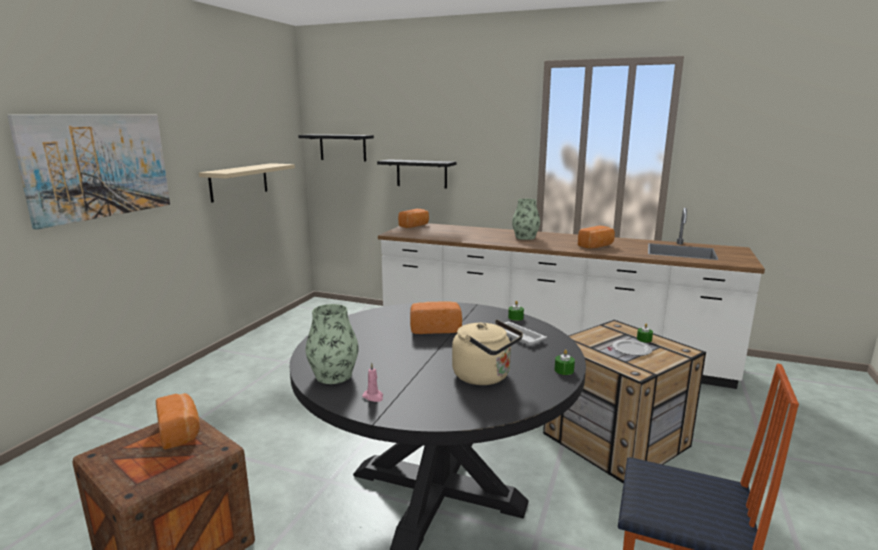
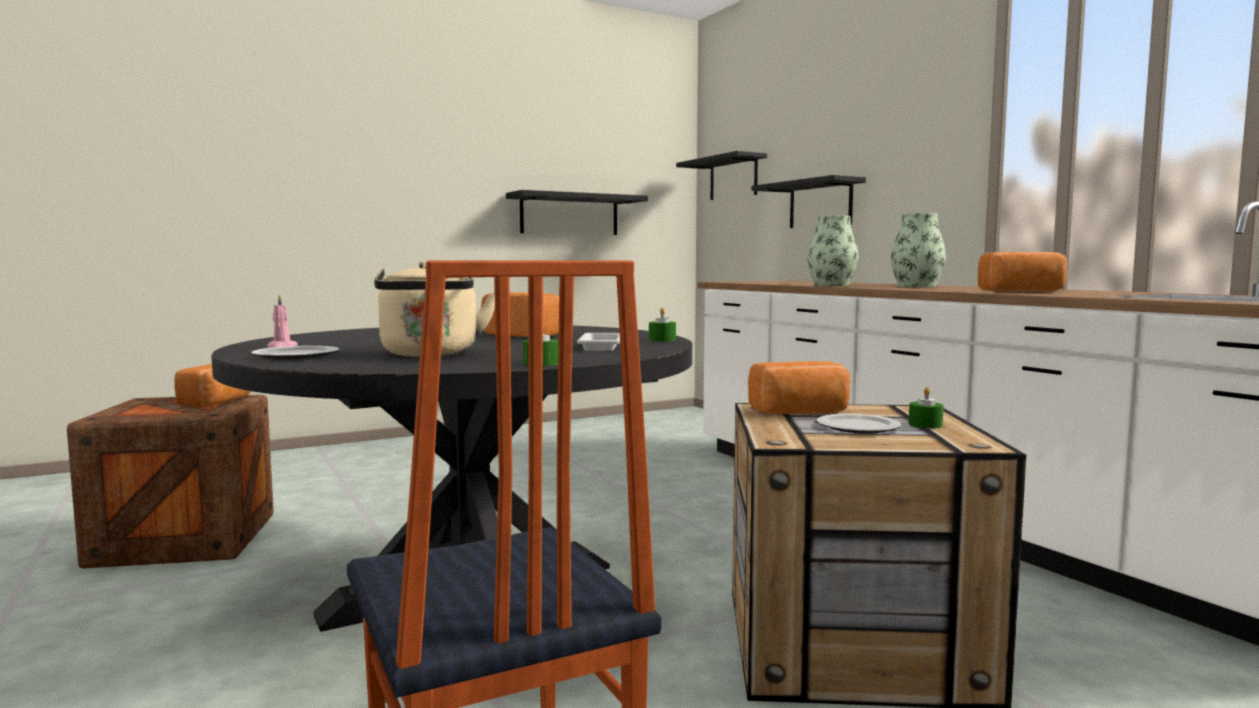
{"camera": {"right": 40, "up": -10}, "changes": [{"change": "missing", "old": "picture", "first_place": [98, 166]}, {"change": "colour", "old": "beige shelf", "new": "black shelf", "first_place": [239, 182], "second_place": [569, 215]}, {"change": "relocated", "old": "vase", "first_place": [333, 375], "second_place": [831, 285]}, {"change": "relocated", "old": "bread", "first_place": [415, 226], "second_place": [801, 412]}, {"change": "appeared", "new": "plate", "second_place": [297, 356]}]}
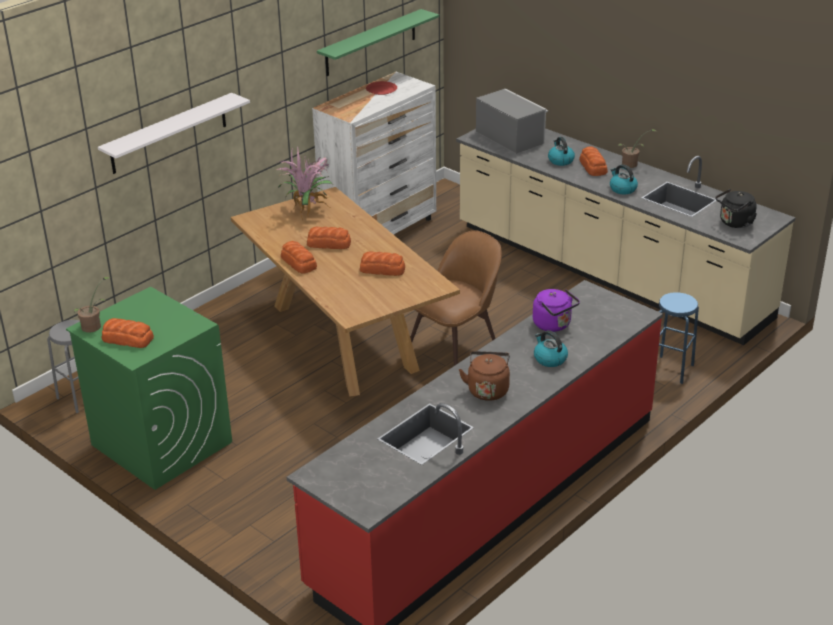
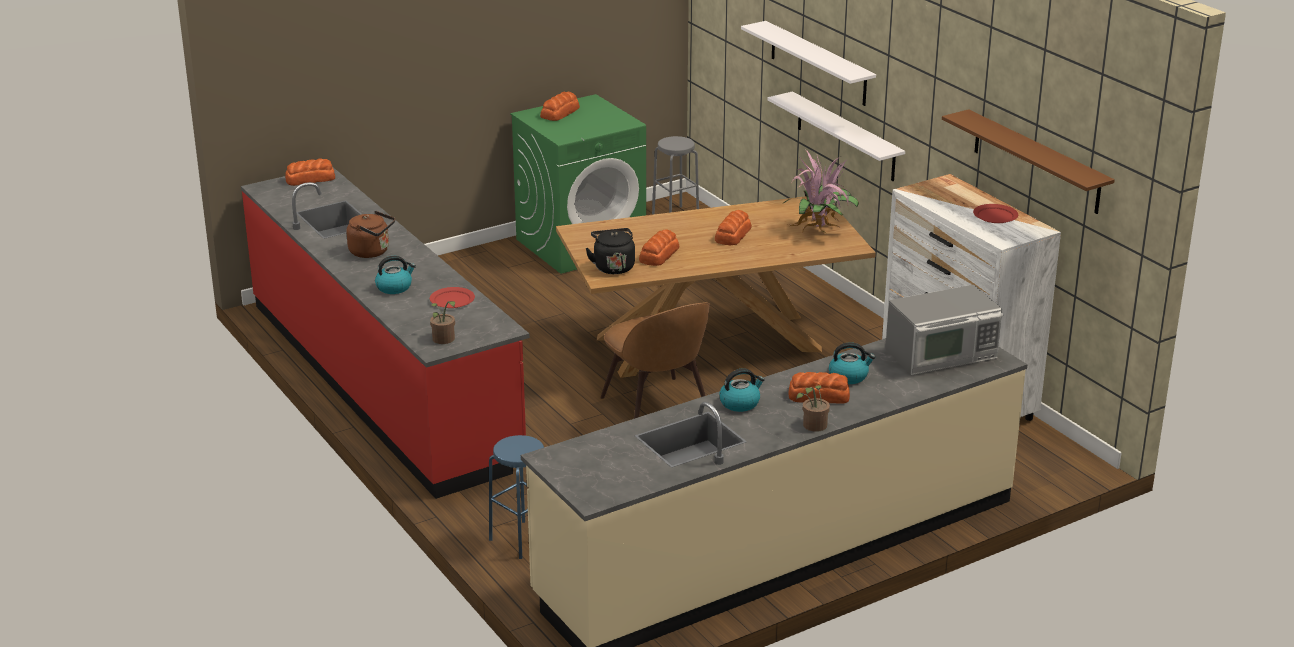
{"camera": {"right": 105, "up": -5}, "changes": [{"change": "relocated", "old": "potted plant", "first_place": [94, 326], "second_place": [444, 340]}, {"change": "relocated", "old": "bread", "first_place": [298, 263], "second_place": [310, 179]}, {"change": "colour", "old": "green shelf", "new": "brown shelf", "first_place": [371, 43], "second_place": [1036, 162]}, {"change": "exchanged", "old": "purple kettle", "new": "red plate", "first_place": [554, 325], "second_place": [452, 300]}, {"change": "relocated", "old": "black kettle", "first_place": [735, 223], "second_place": [613, 267]}, {"change": "appeared", "new": "white shelf", "second_place": [845, 137]}]}
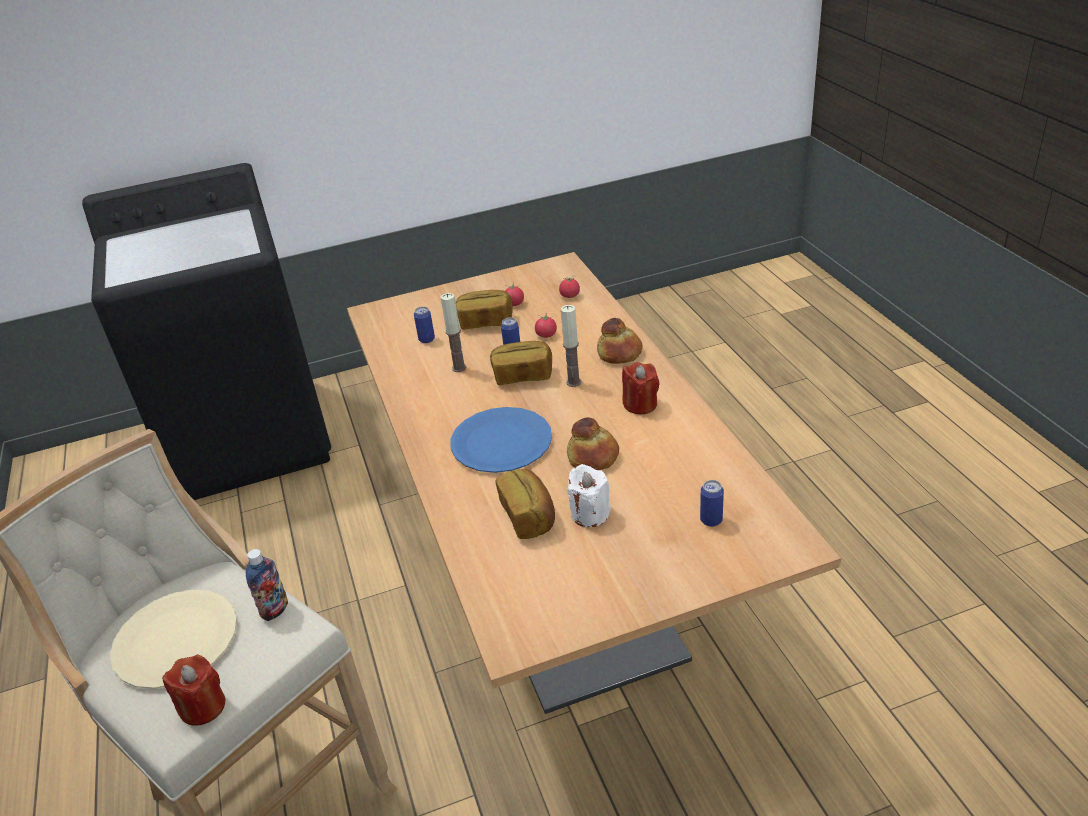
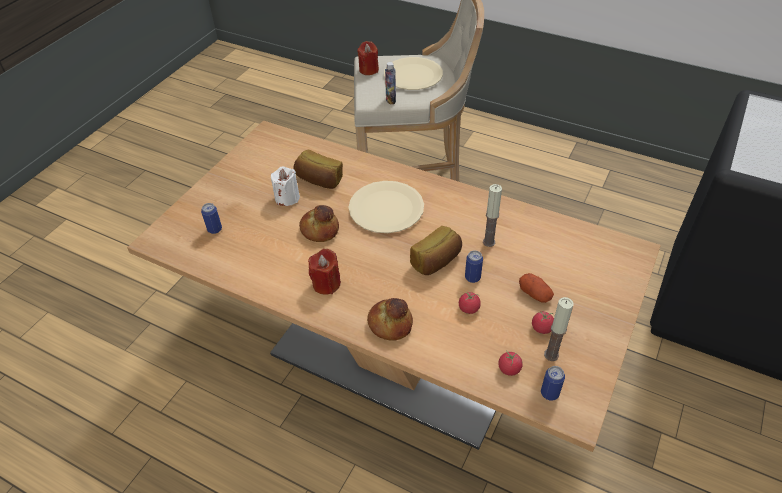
{"camera": {"right": 135, "up": 10}, "changes": [{"change": "relocated", "old": "can", "first_place": [426, 339], "second_place": [549, 393]}, {"change": "colour", "old": "blue plate", "new": "beige plate", "first_place": [501, 442], "second_place": [386, 209]}, {"change": "exchanged", "old": "bread", "new": "potato", "first_place": [485, 321], "second_place": [535, 294]}, {"change": "relocated", "old": "candle", "first_place": [573, 382], "second_place": [551, 355]}]}
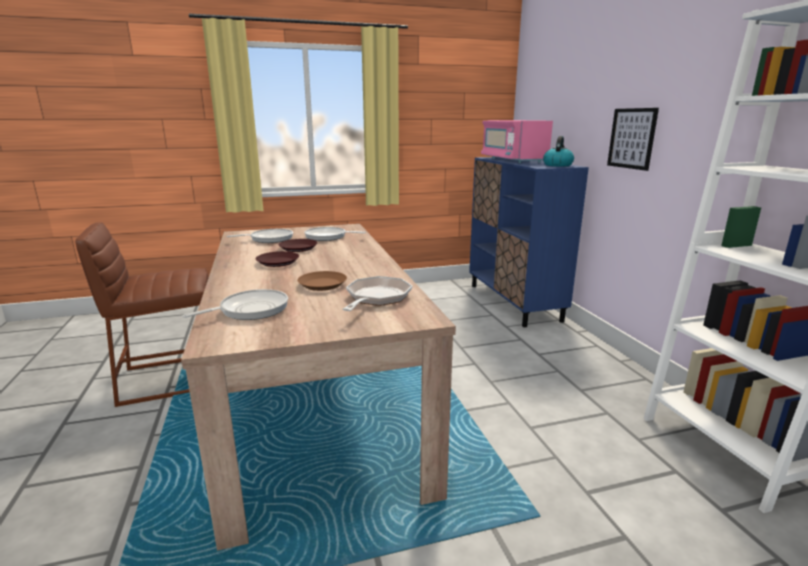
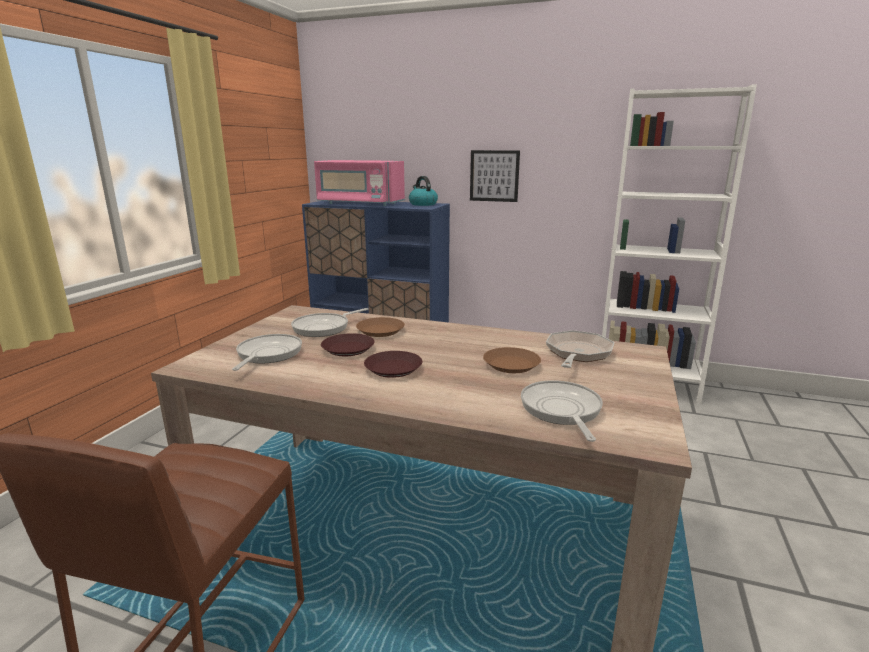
{"camera": {"right": -55, "up": 0}, "changes": [{"change": "spun", "old": "frying pan", "first_place": [376, 298], "second_place": [577, 354], "degrees": 60}, {"change": "appeared", "new": "brown plate", "second_place": [380, 331]}]}
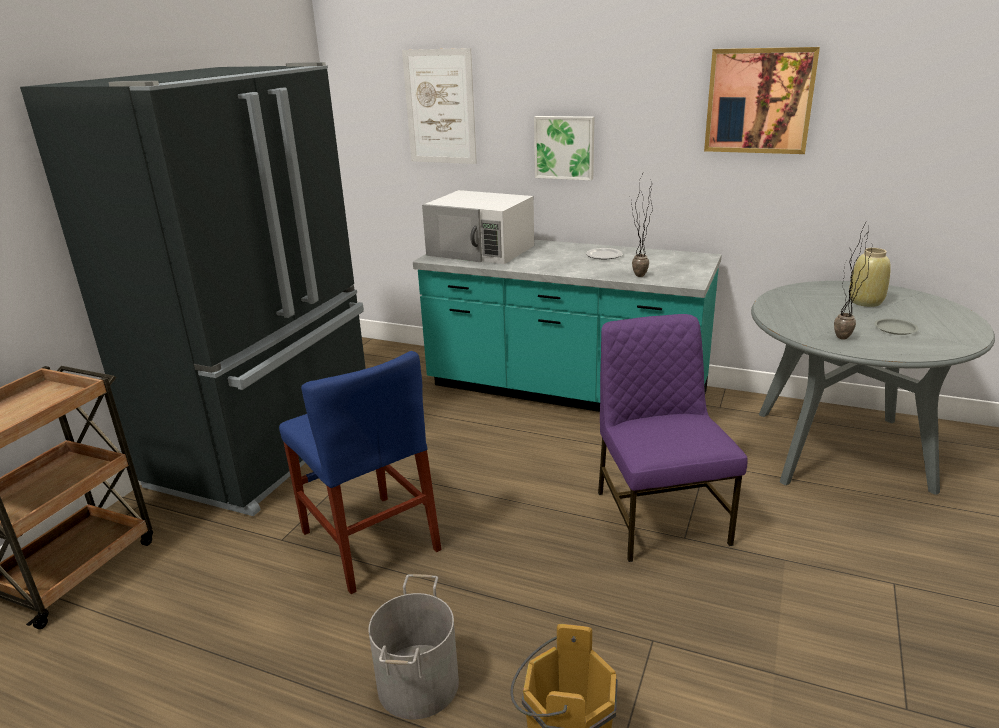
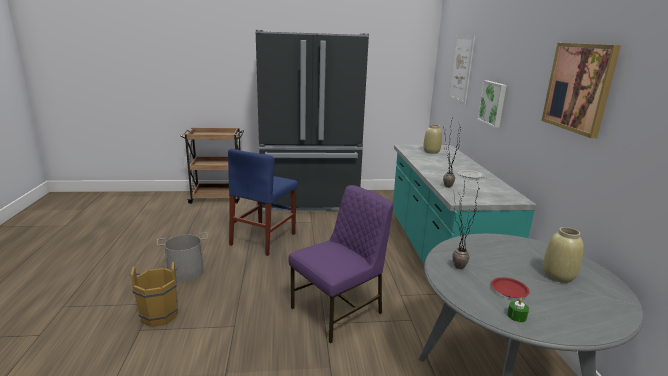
{"camera": {"right": 60, "up": -5}, "changes": [{"change": "exchanged", "old": "white microwave", "new": "beige vase", "first_place": [481, 250], "second_place": [431, 152]}, {"change": "colour", "old": "grey plate", "new": "red plate", "first_place": [895, 329], "second_place": [509, 290]}, {"change": "appeared", "new": "green candle", "second_place": [516, 316]}]}
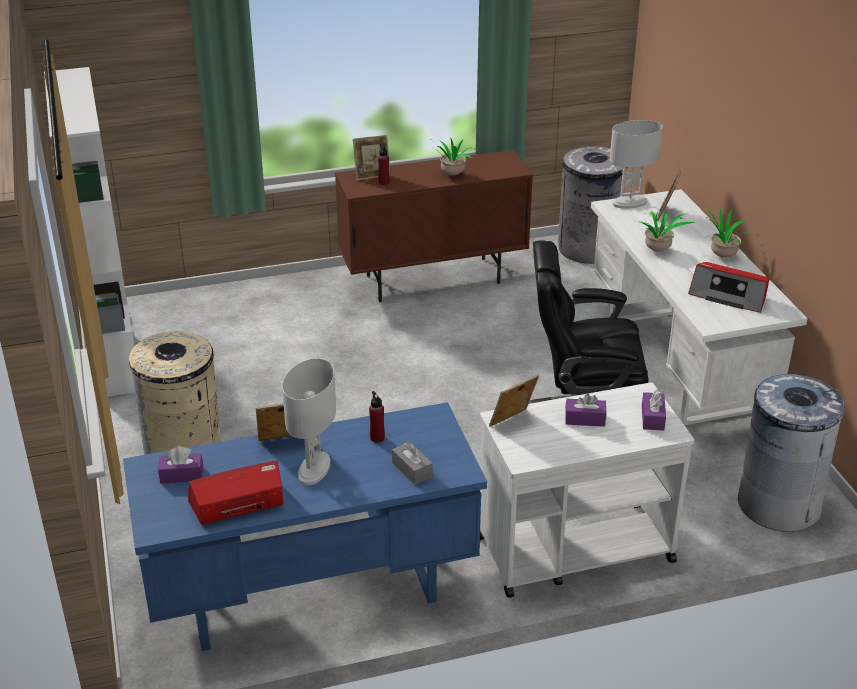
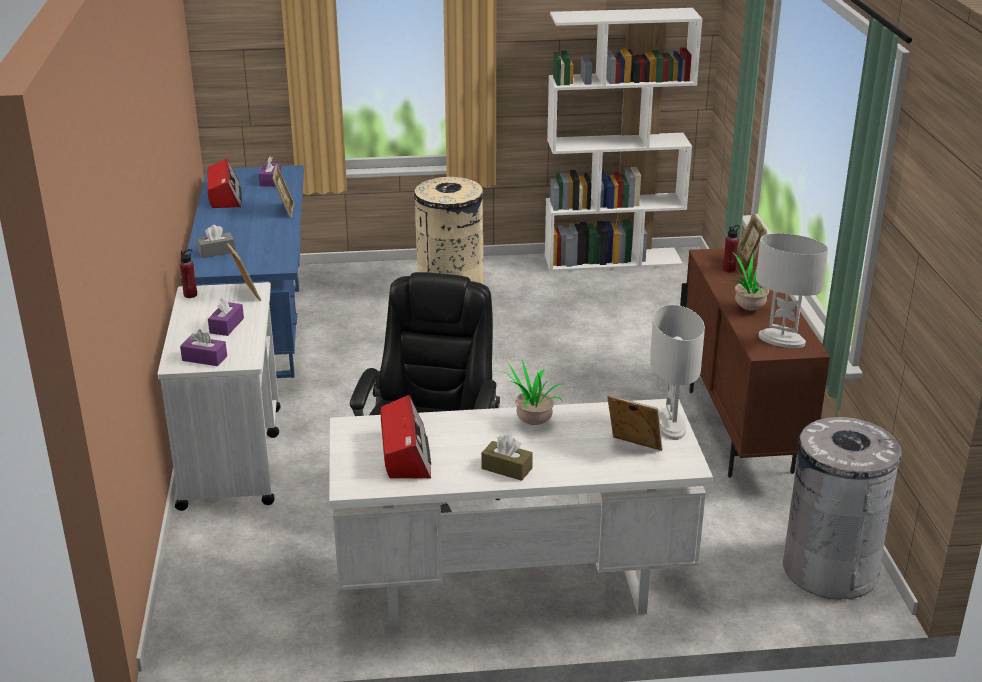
{"camera": {"right": 100, "up": -5}, "changes": [{"change": "relocated", "old": "white table lamp", "first_place": [314, 469], "second_place": [782, 340]}, {"change": "relocated", "old": "red bottle", "first_place": [377, 438], "second_place": [190, 295]}, {"change": "spun", "old": "radio", "first_place": [729, 296], "second_place": [405, 452], "degrees": 135}, {"change": "exchanged", "old": "potted plant", "new": "brown tissue box", "first_place": [721, 255], "second_place": [506, 468]}, {"change": "missing", "old": "grey trash can", "first_place": [778, 504]}]}
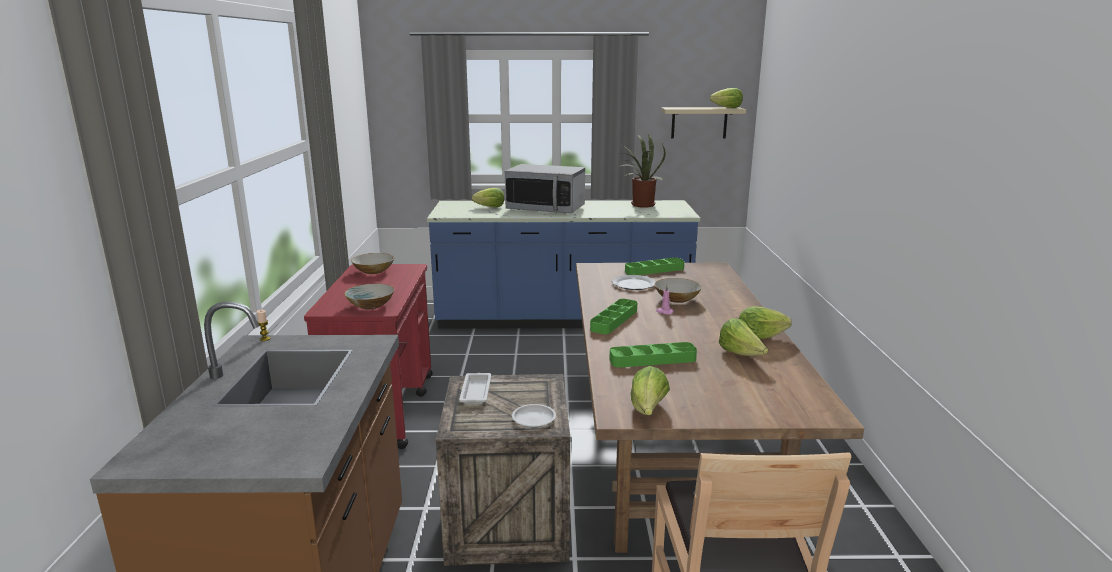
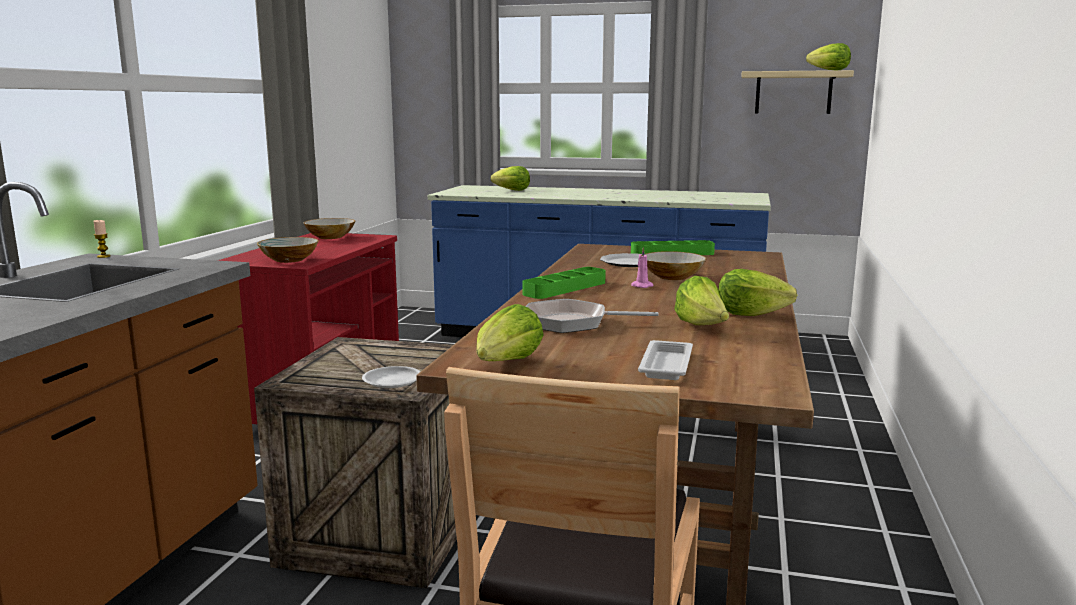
{"camera": {"right": 15, "up": -5}, "changes": [{"change": "relocated", "old": "white tray", "first_place": [476, 391], "second_place": [666, 365]}, {"change": "missing", "old": "microwave", "first_place": [546, 209]}, {"change": "exchanged", "old": "green tray", "new": "frying pan", "first_place": [652, 359], "second_place": [572, 323]}, {"change": "missing", "old": "potted plant", "first_place": [640, 205]}]}
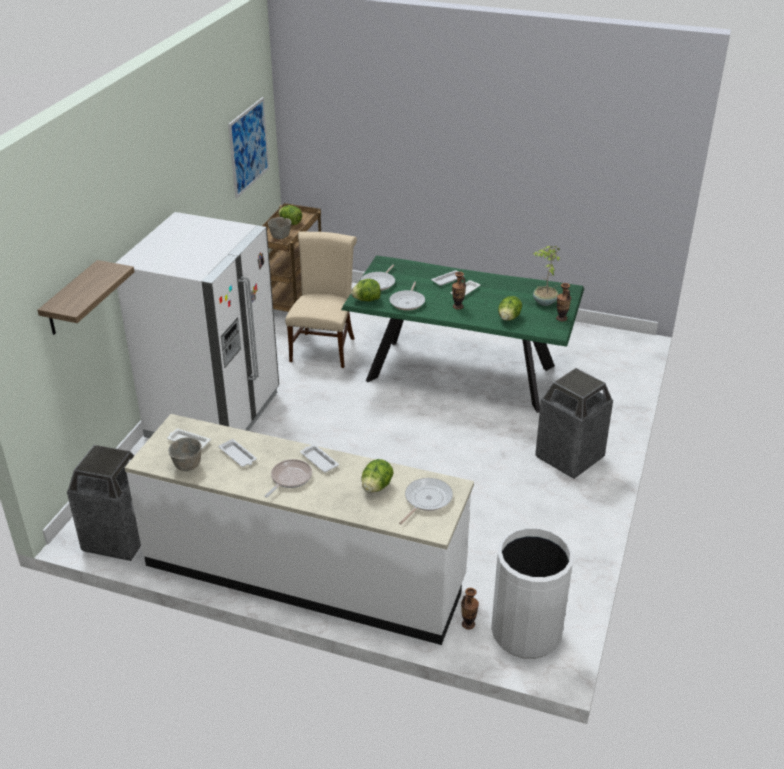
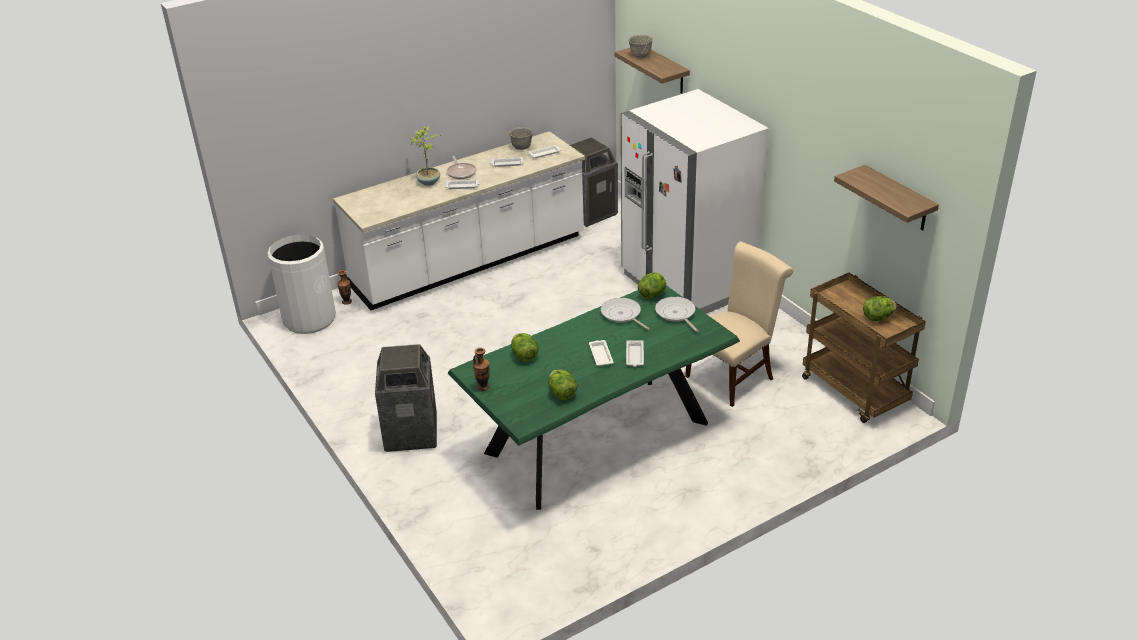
{"camera": {"right": 130, "up": 0}, "changes": [{"change": "exchanged", "old": "picture", "new": "shelf", "first_place": [248, 147], "second_place": [898, 199]}, {"change": "relocated", "old": "grey bowl", "first_place": [280, 237], "second_place": [640, 56]}, {"change": "spun", "old": "beige chair", "first_place": [324, 347], "second_place": [733, 375], "degrees": -90}, {"change": "relocated", "old": "lettuce", "first_place": [376, 487], "second_place": [562, 394]}, {"change": "missing", "old": "frying pan", "first_place": [426, 500]}, {"change": "missing", "old": "vase", "first_place": [458, 307]}, {"change": "relocated", "old": "potted plant", "first_place": [544, 302], "second_place": [429, 182]}]}
